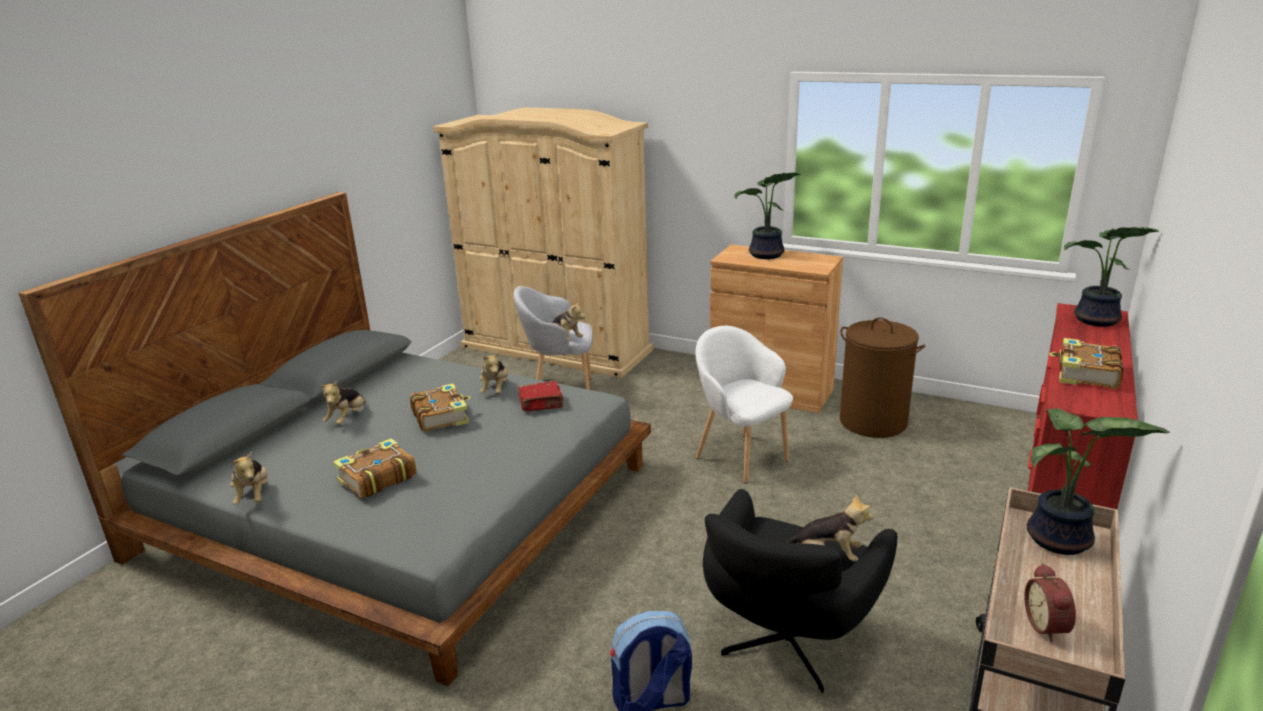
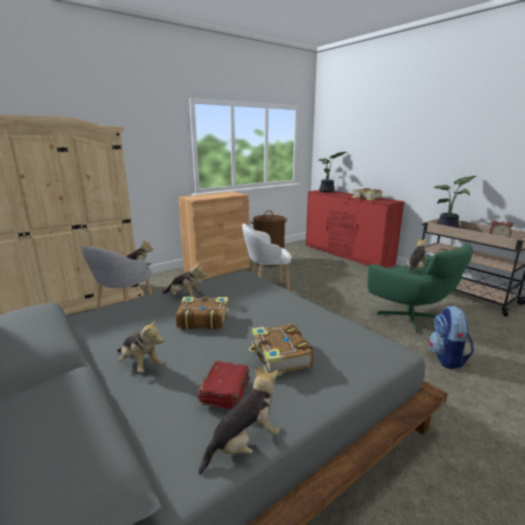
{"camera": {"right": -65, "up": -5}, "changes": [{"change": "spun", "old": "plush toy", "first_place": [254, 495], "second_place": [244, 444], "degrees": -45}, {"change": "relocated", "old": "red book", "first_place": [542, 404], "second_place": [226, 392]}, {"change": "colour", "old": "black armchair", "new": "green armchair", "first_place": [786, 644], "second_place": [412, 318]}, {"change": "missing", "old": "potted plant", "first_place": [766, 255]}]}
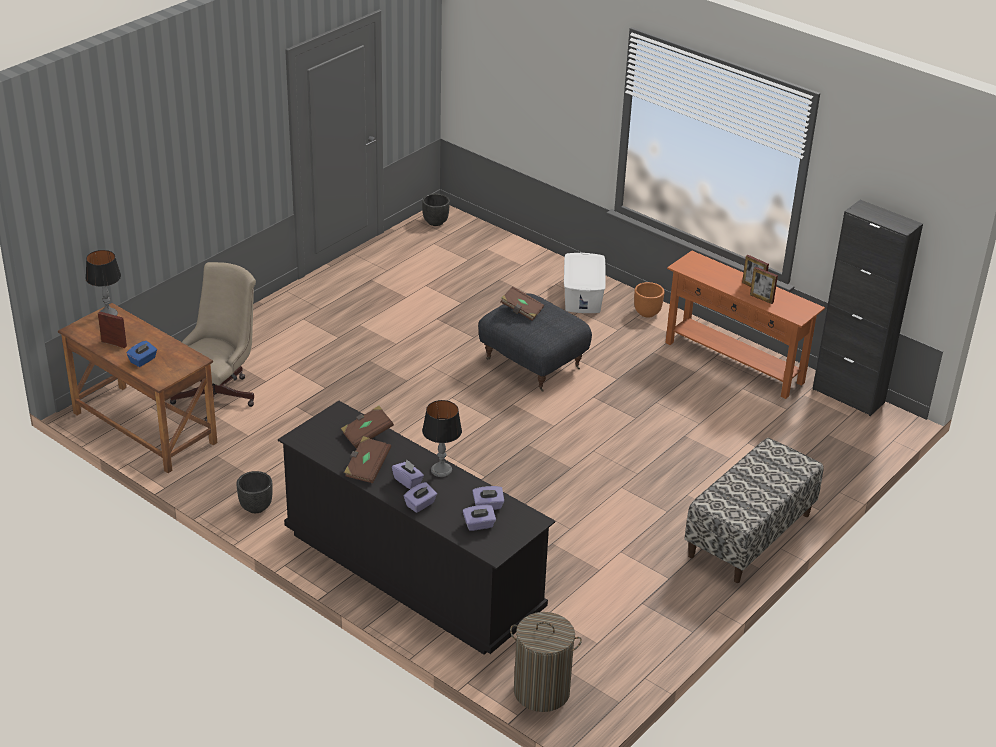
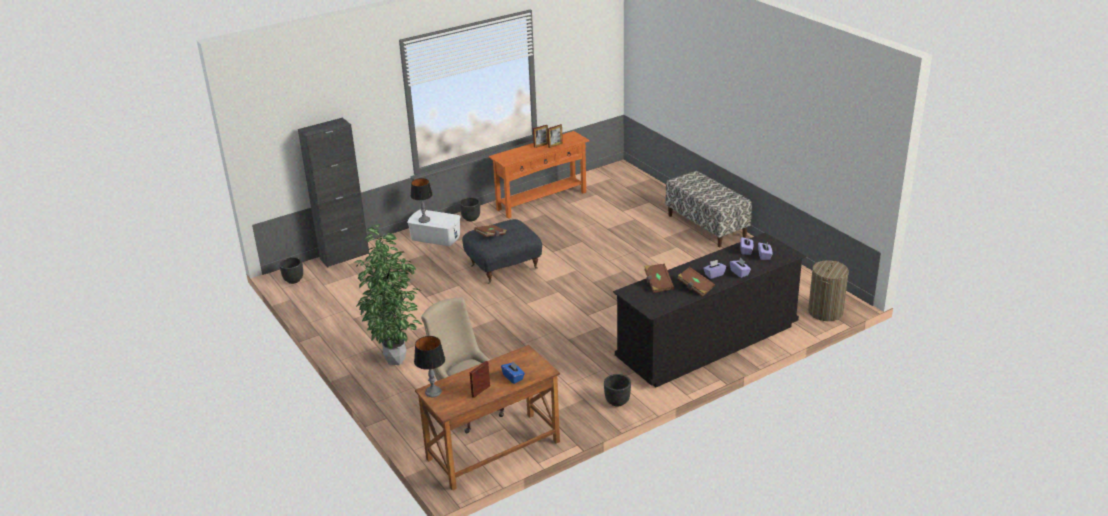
{"camera": {"right": -70, "up": -5}, "changes": [{"change": "relocated", "old": "table lamp", "first_place": [441, 470], "second_place": [424, 220]}, {"change": "colour", "old": "orange planter", "new": "black planter", "first_place": [647, 313], "second_place": [471, 218]}, {"change": "relocated", "old": "black cabinet", "first_place": [848, 396], "second_place": [344, 256]}, {"change": "appeared", "new": "potted plant", "second_place": [397, 359]}]}
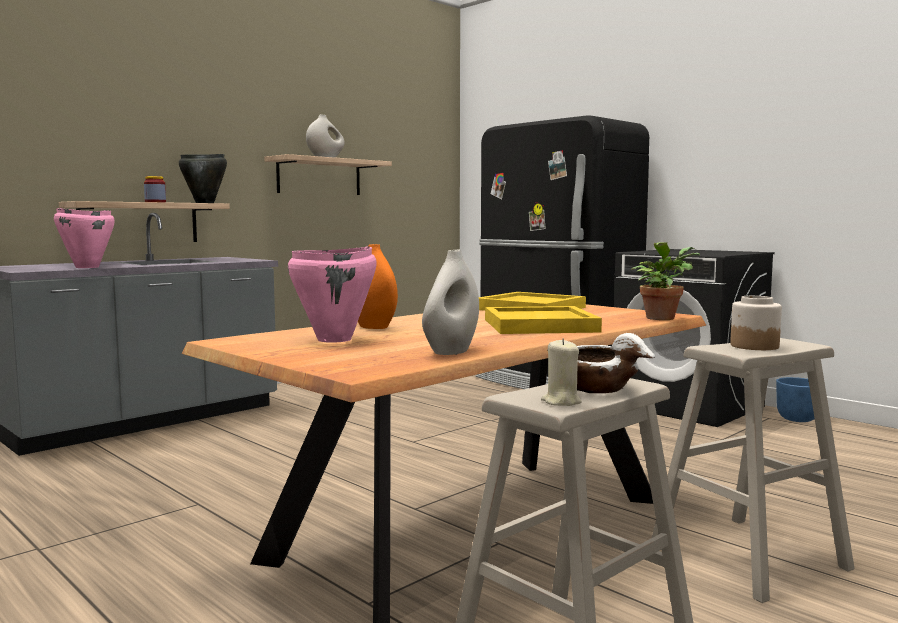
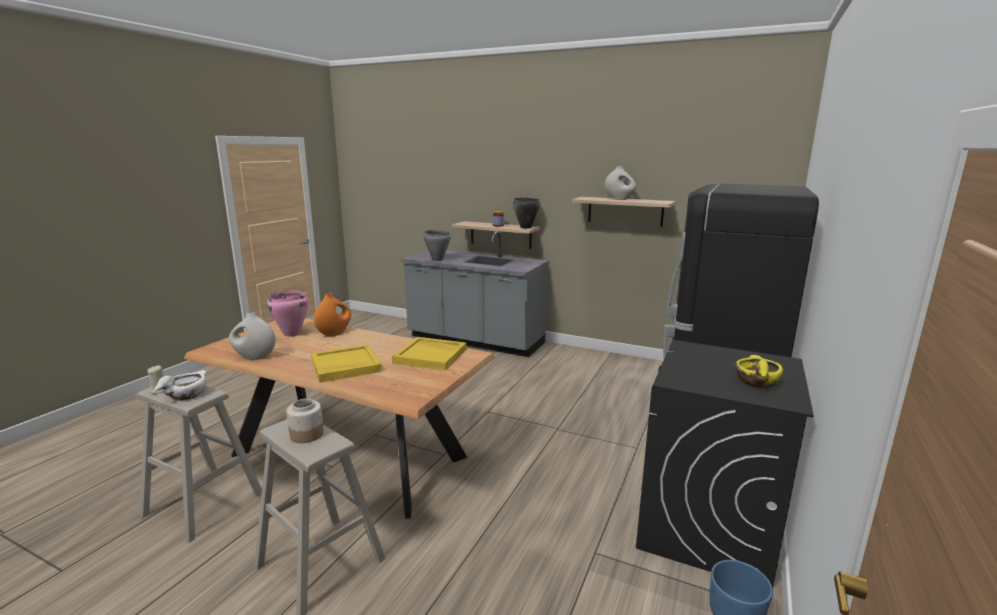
{"camera": {"right": 70, "up": 10}, "changes": [{"change": "colour", "old": "pink cooking pot", "new": "grey cooking pot", "first_place": [86, 267], "second_place": [437, 259]}, {"change": "missing", "old": "potted plant", "first_place": [661, 318]}, {"change": "appeared", "new": "yellow bowl", "second_place": [756, 381]}]}
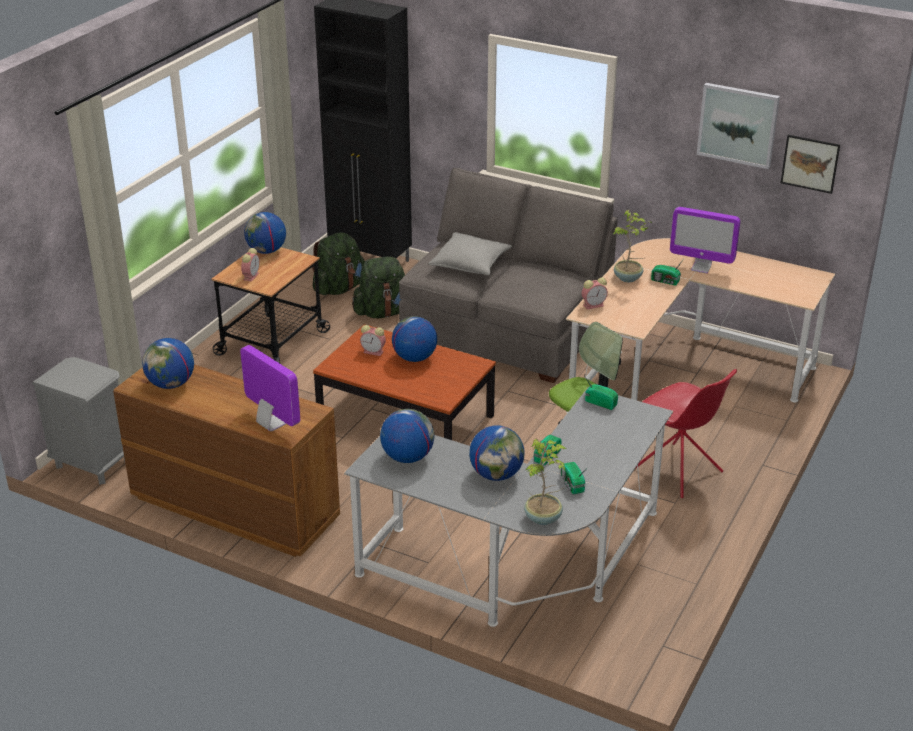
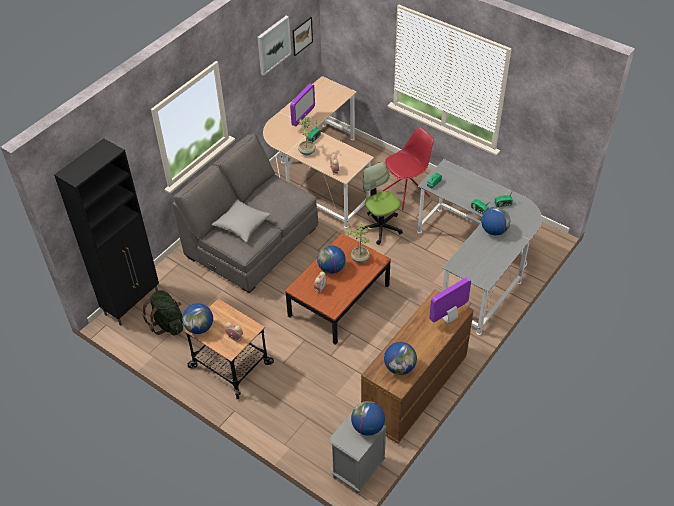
{"camera": {"right": -80, "up": 15}, "changes": [{"change": "missing", "old": "green backpack", "first_place": [383, 312]}, {"change": "relocated", "old": "globe", "first_place": [407, 457], "second_place": [367, 427]}, {"change": "relocated", "old": "potted plant", "first_place": [544, 518], "second_place": [360, 258]}]}
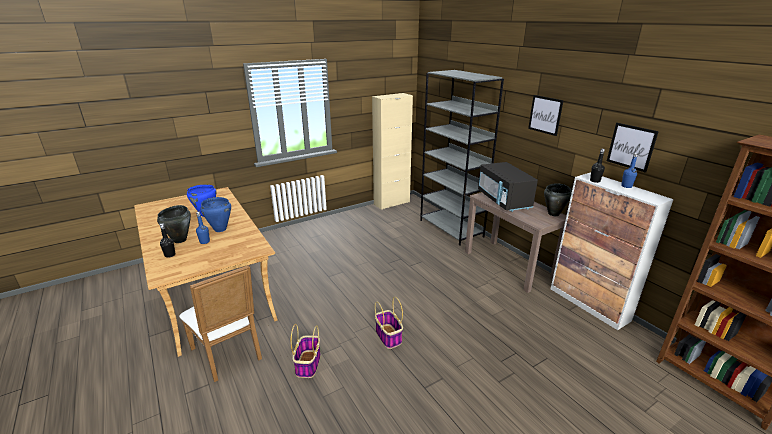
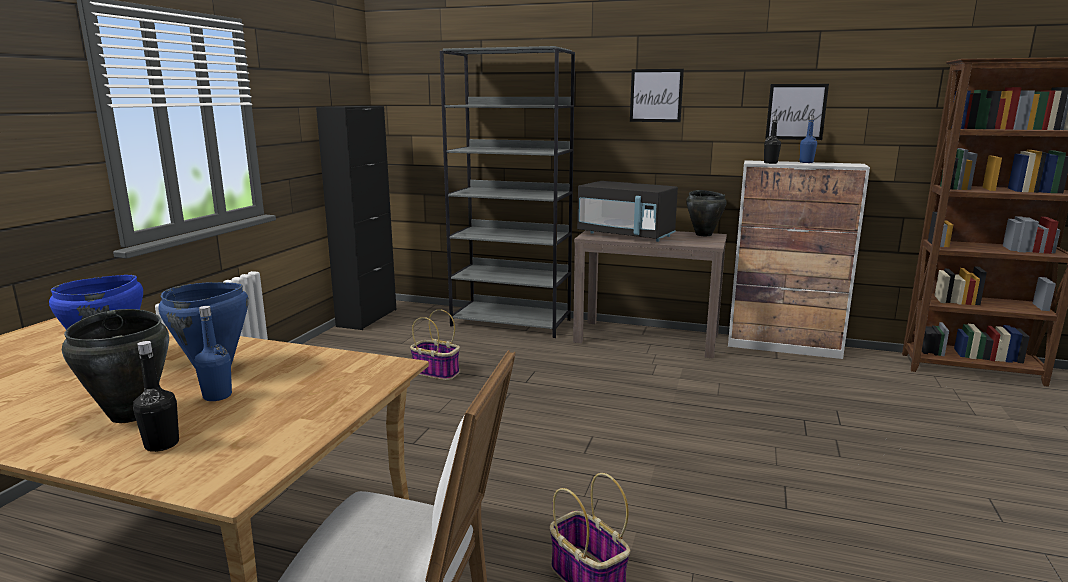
{"camera": {"right": -40, "up": -10}, "changes": [{"change": "colour", "old": "beige cabinet", "new": "black cabinet", "first_place": [391, 203], "second_place": [367, 318]}, {"change": "relocated", "old": "basket", "first_place": [389, 336], "second_place": [437, 372]}]}
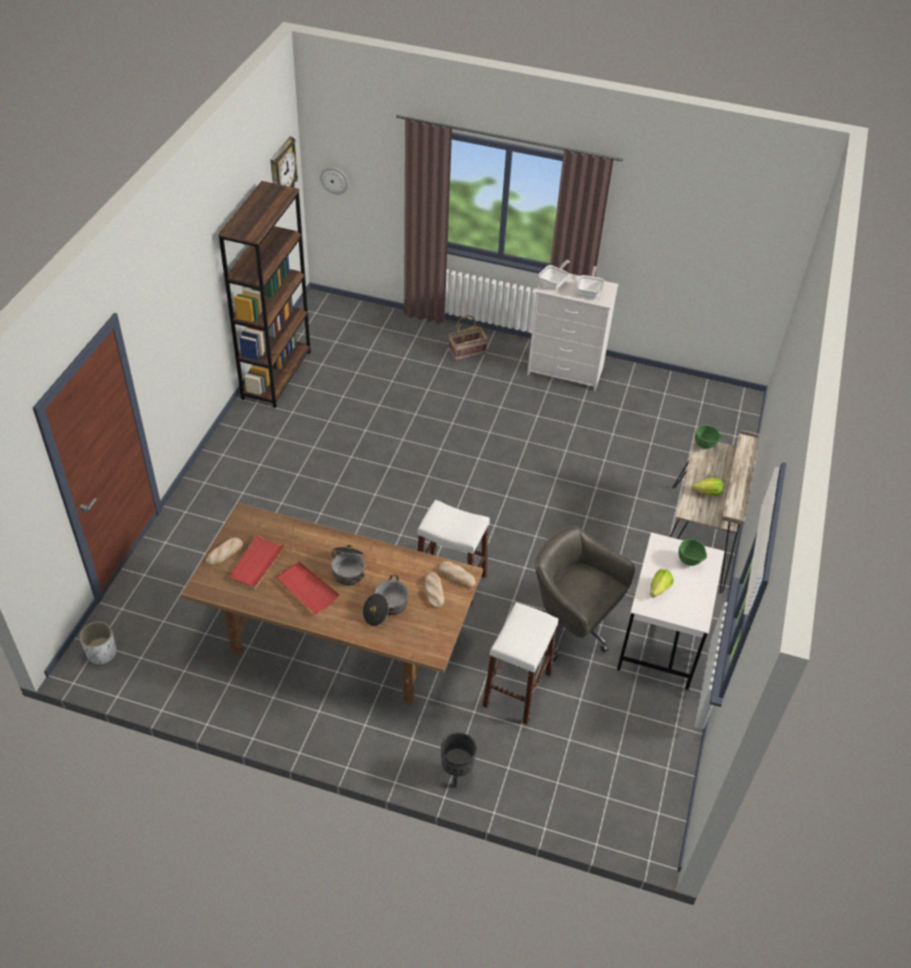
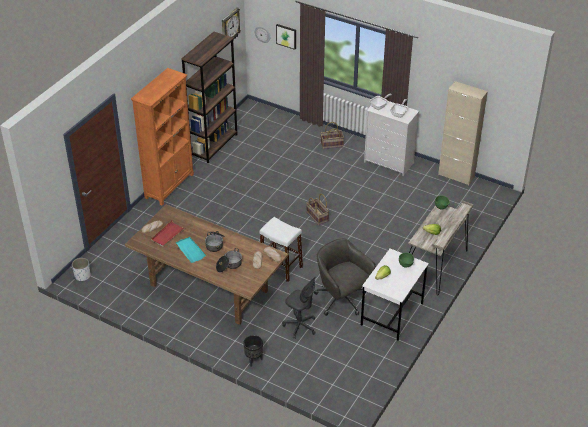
{"camera": {"right": 15, "up": -5}, "changes": [{"change": "colour", "old": "red tray", "new": "turquoise tray", "first_place": [306, 589], "second_place": [190, 250]}, {"change": "exchanged", "old": "white stool", "new": "grey office chair", "first_place": [516, 689], "second_place": [300, 326]}, {"change": "appeared", "new": "orange bookcase", "second_place": [169, 186]}, {"change": "appeared", "new": "picture", "second_place": [286, 36]}, {"change": "appeared", "new": "basket", "second_place": [317, 217]}, {"change": "appeared", "new": "beige cabinet", "second_place": [456, 175]}]}
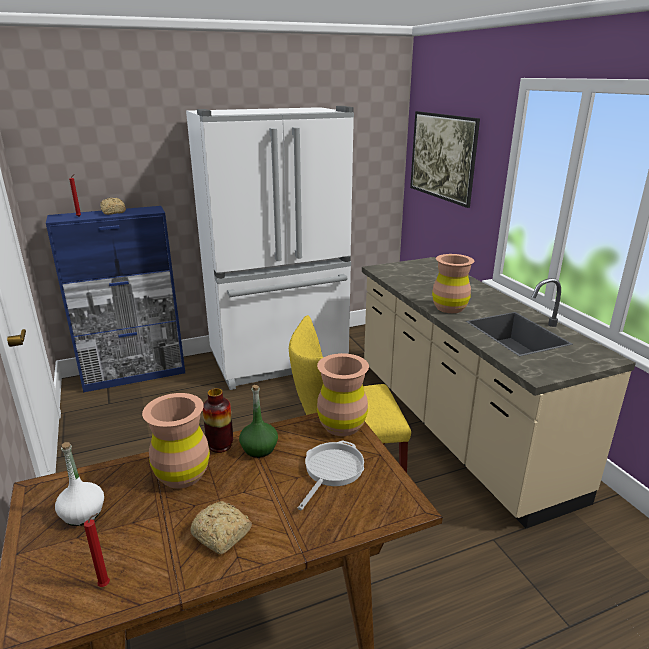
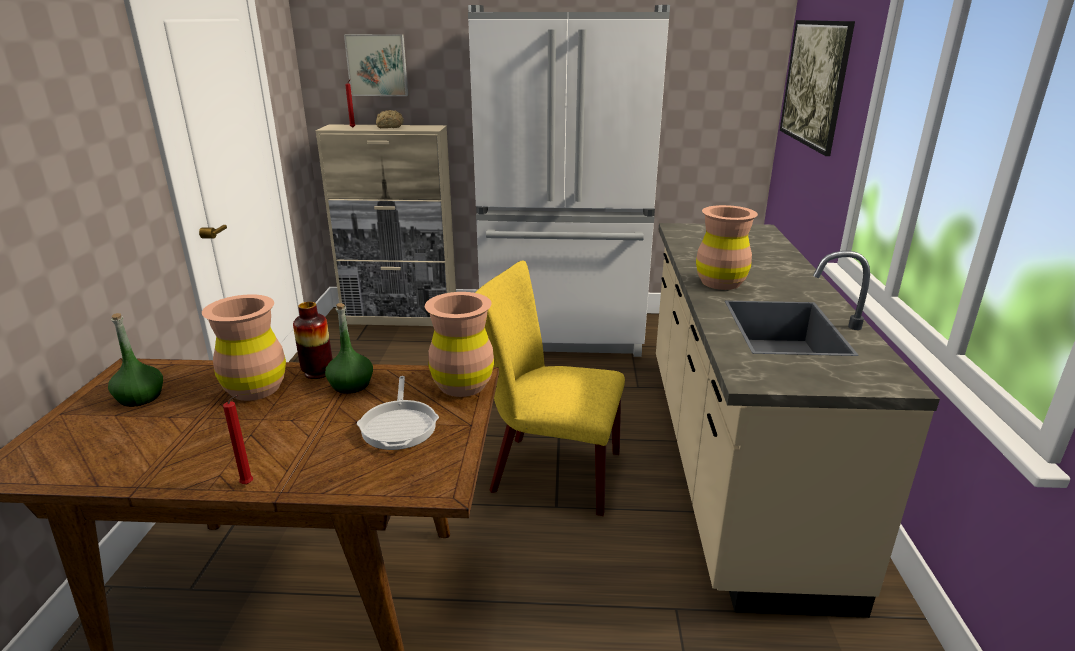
{"camera": {"right": 25, "up": 0}, "changes": [{"change": "colour", "old": "blue cabinet", "new": "beige cabinet", "first_place": [135, 375], "second_place": [401, 318]}, {"change": "colour", "old": "white bottle", "new": "green bottle", "first_place": [83, 513], "second_place": [140, 397]}, {"change": "relocated", "old": "red candle", "first_place": [106, 585], "second_place": [249, 484]}, {"change": "missing", "old": "bread", "first_place": [221, 535]}, {"change": "spun", "old": "frying pan", "first_place": [331, 470], "second_place": [399, 425], "degrees": 120}, {"change": "appeared", "new": "picture", "second_place": [377, 65]}]}
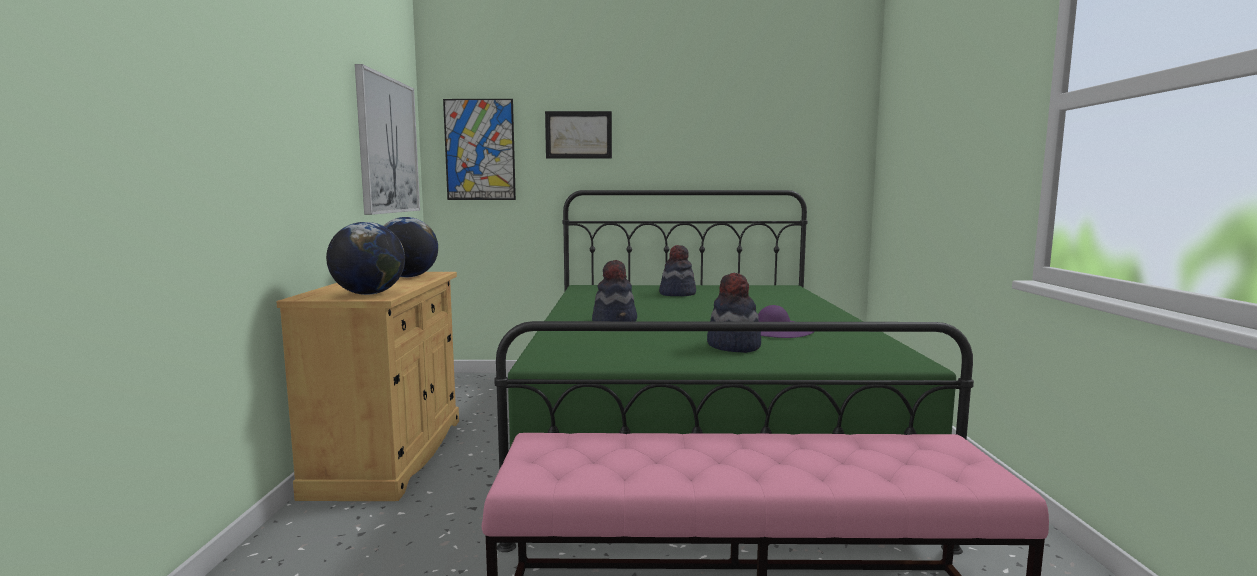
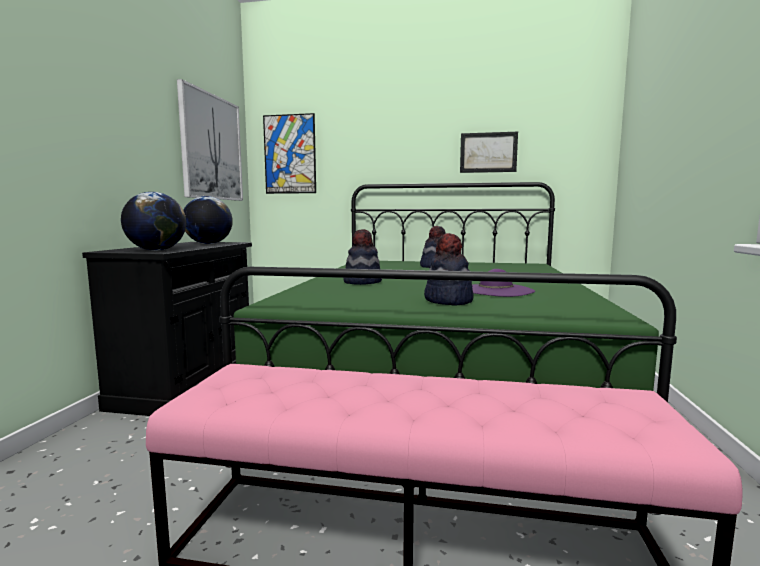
{"camera": {"right": 10, "up": 0}, "changes": [{"change": "colour", "old": "beige cabinet", "new": "black cabinet", "first_place": [389, 455], "second_place": [188, 382]}, {"change": "relocated", "old": "picture", "first_place": [578, 135], "second_place": [488, 152]}]}
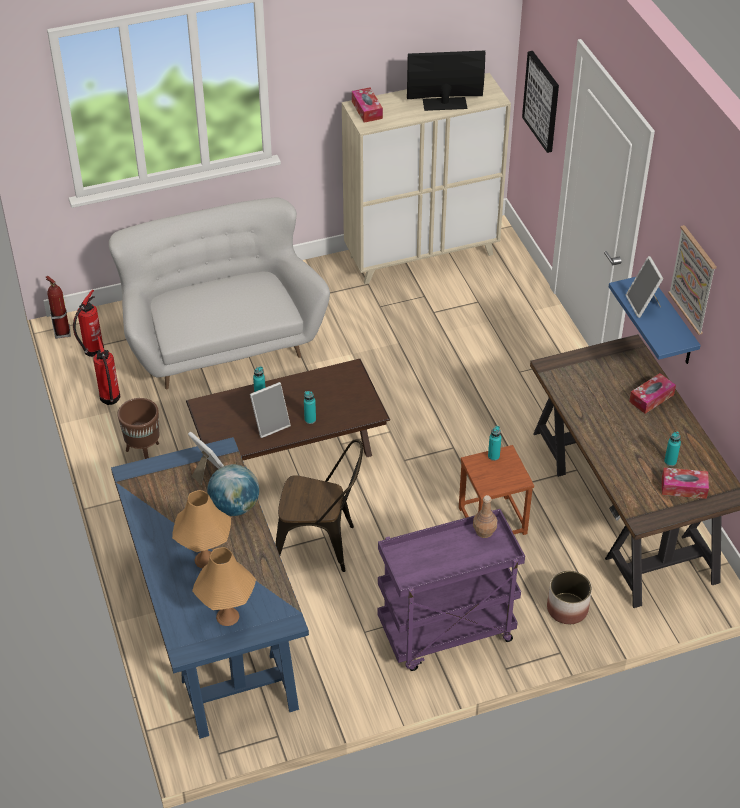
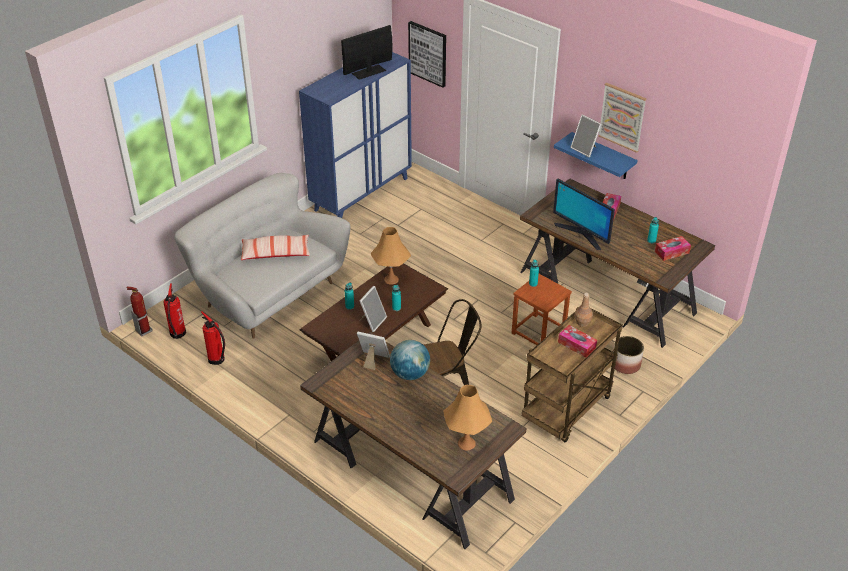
{"camera": {"right": -30, "up": -5}, "changes": [{"change": "colour", "old": "blue desk", "new": "brown desk", "first_place": [213, 620], "second_place": [411, 470]}, {"change": "missing", "old": "brown planter", "first_place": [144, 453]}, {"change": "relocated", "old": "orange table lamp", "first_place": [205, 559], "second_place": [391, 279]}, {"change": "colour", "old": "beige cabinet", "new": "blue cabinet", "first_place": [422, 255], "second_place": [361, 194]}, {"change": "relocated", "old": "tissue box", "first_place": [367, 110], "second_place": [576, 345]}, {"change": "colour", "old": "purple cart", "new": "brown cart", "first_place": [446, 633], "second_place": [567, 411]}, {"change": "appeared", "new": "pillow", "second_place": [275, 253]}, {"change": "appeared", "new": "monitor", "second_place": [581, 234]}]}
